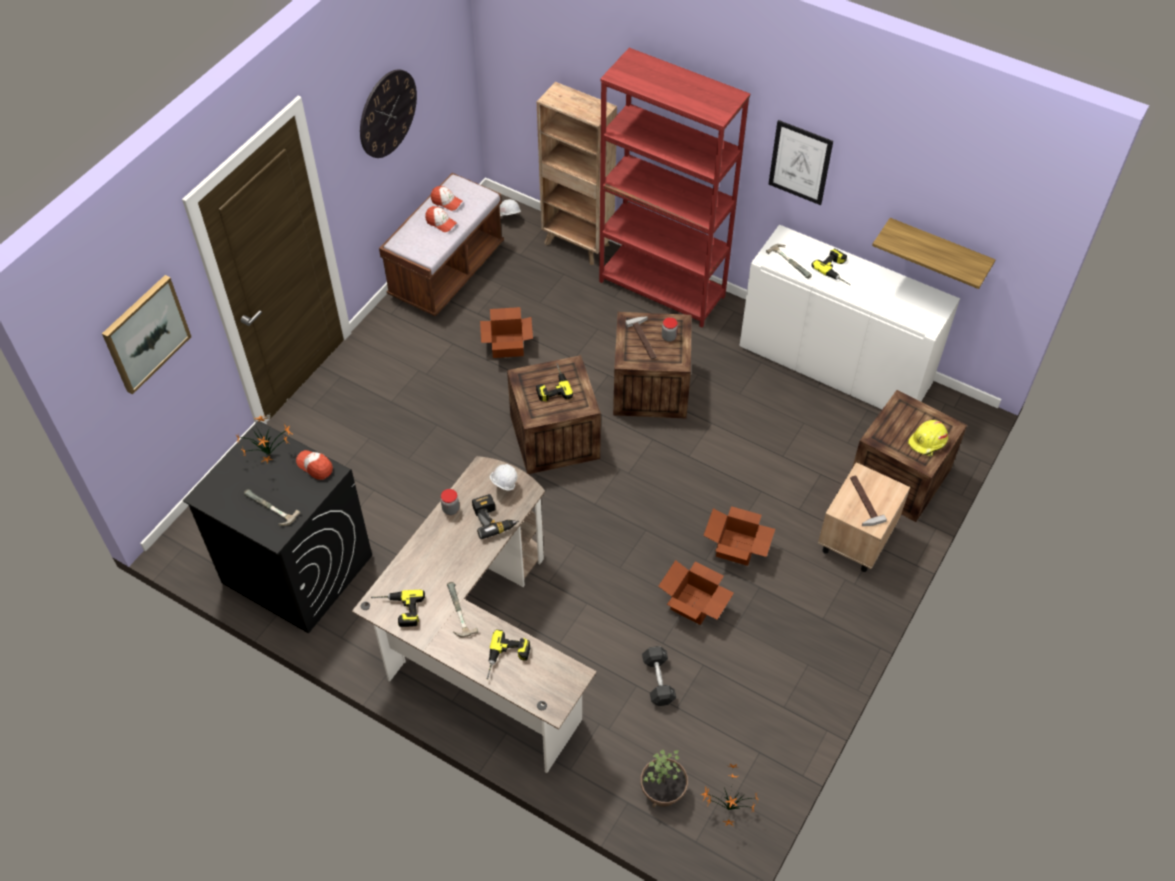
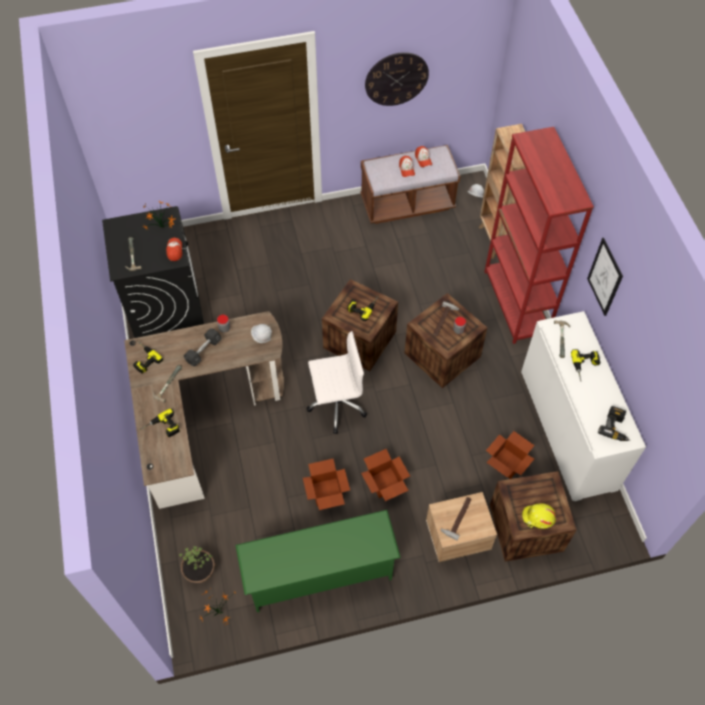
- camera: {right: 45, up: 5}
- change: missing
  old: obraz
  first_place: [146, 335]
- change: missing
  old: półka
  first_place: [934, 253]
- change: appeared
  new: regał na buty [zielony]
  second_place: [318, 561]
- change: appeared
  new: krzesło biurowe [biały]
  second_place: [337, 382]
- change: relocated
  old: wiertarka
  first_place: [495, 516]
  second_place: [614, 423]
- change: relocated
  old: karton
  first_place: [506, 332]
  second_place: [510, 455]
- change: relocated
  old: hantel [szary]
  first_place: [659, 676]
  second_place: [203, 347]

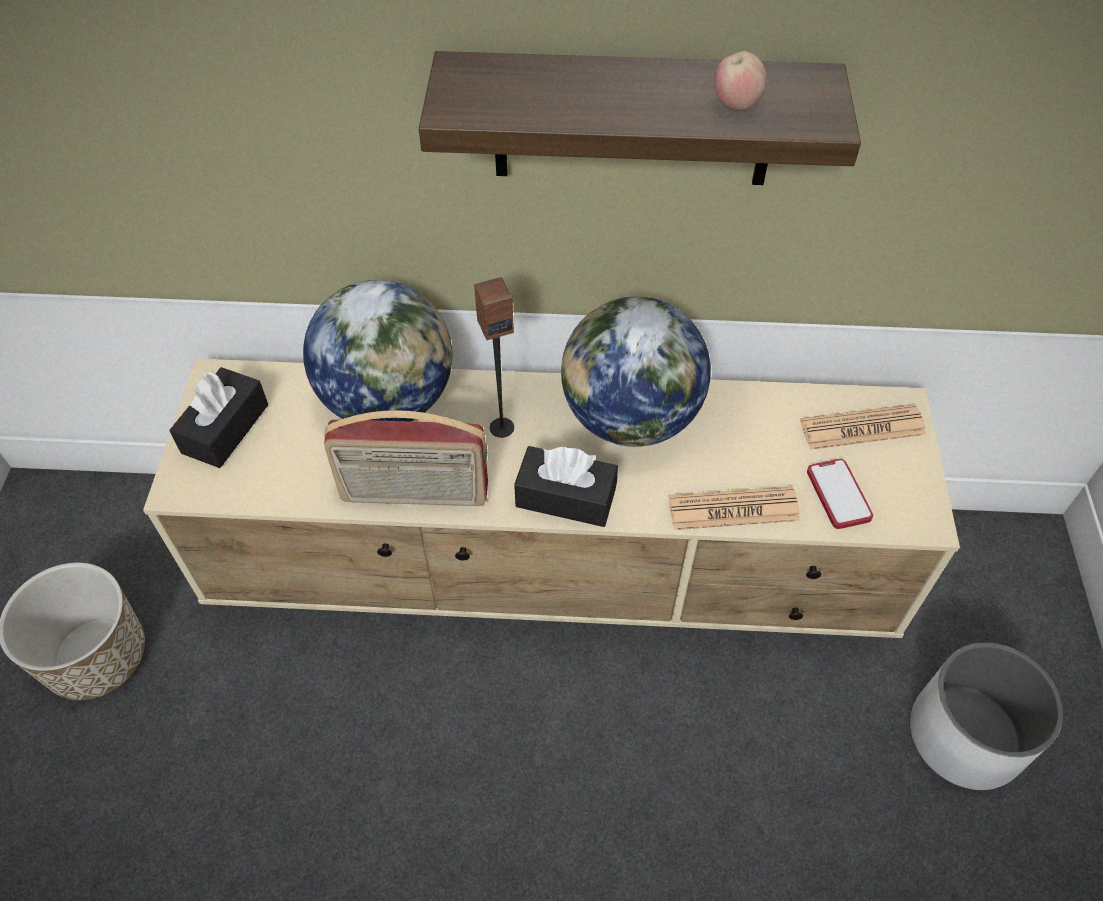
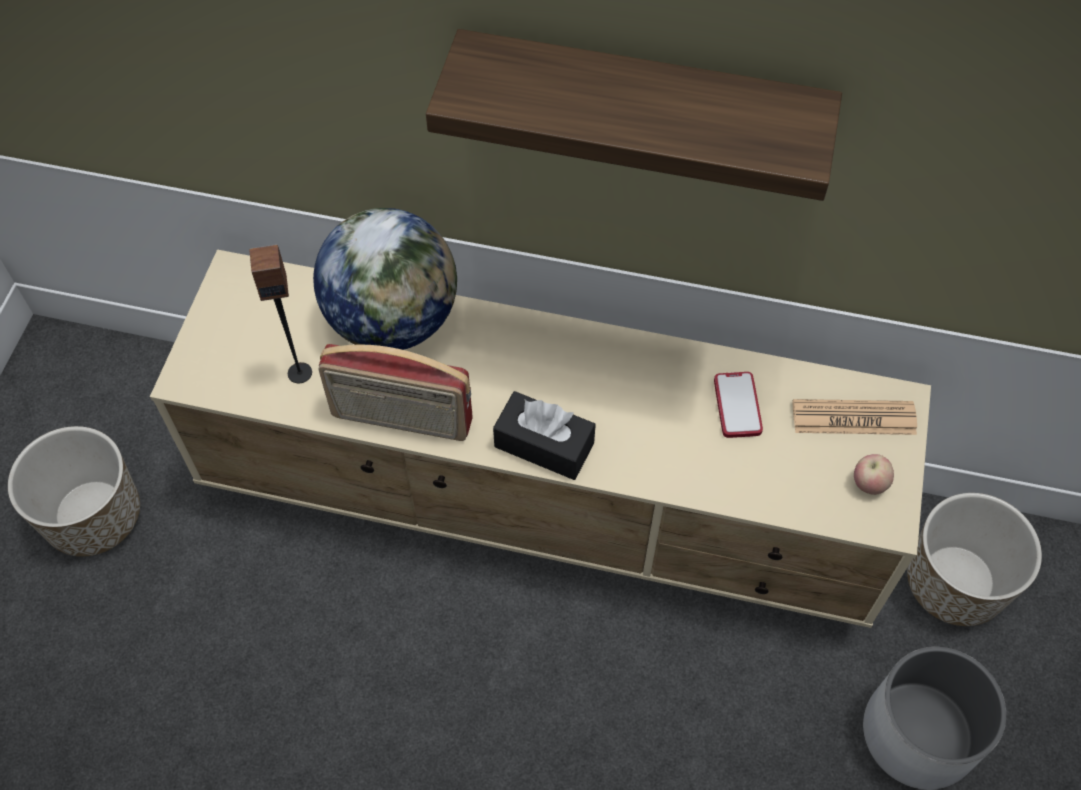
- camera: {right: 10, up: 5}
- change: missing
  old: pudełko chusteczek [czarny]
  first_place: [218, 417]
- change: missing
  old: globus
  first_place: [636, 371]
- change: missing
  old: gazeta
  first_place: [734, 508]
- change: appeared
  new: donica
  second_place: [974, 559]
- change: relocated
  old: głośnik
  first_place: [494, 357]
  second_place: [280, 313]
- change: relocated
  old: jabłko
  first_place: [740, 81]
  second_place: [874, 474]
- change: relocated
  old: telefon
  first_place: [840, 494]
  second_place: [738, 405]

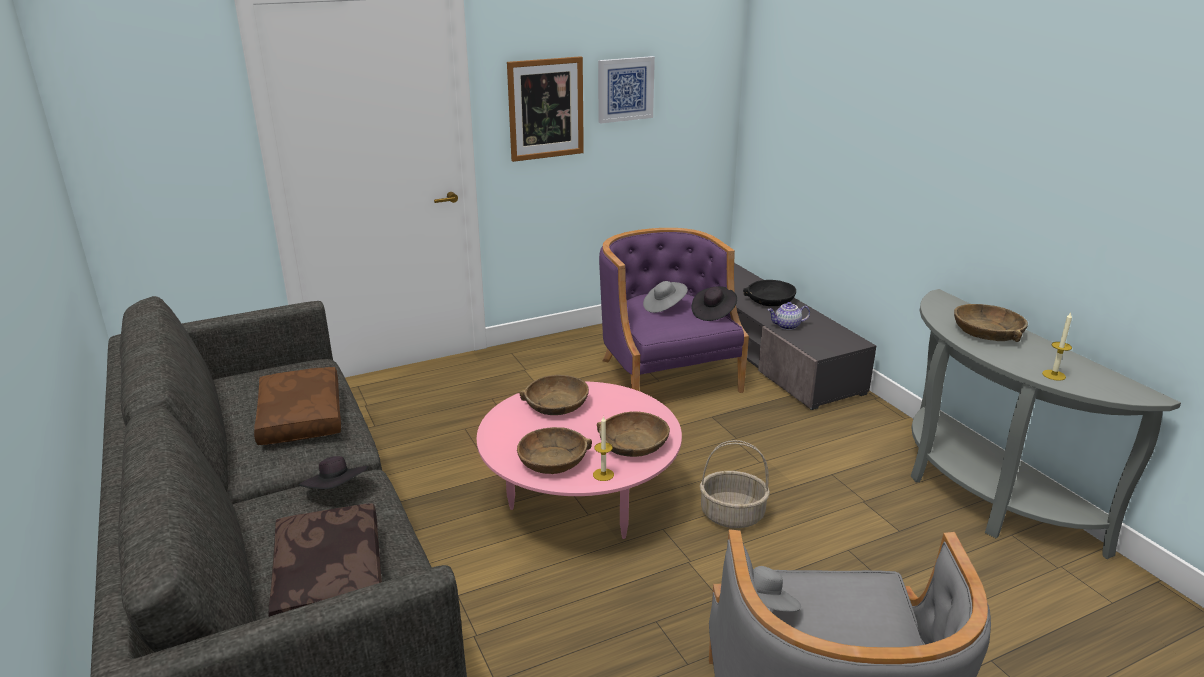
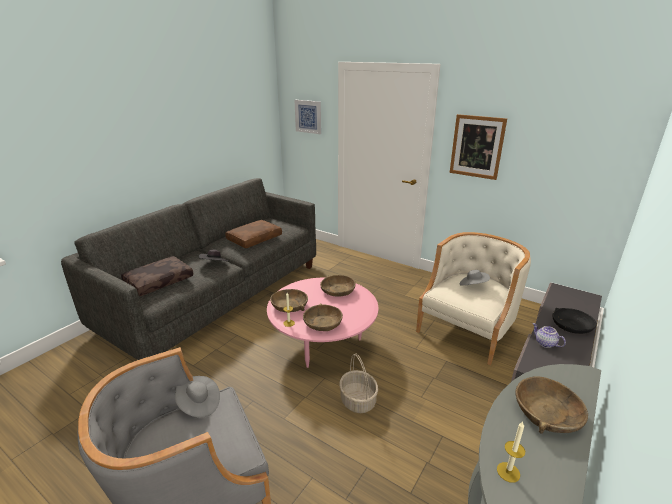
- camera: {right: 60, up: 0}
- change: missing
  old: kapelusz [czarny]
  first_place: [714, 303]
- change: relocated
  old: obraz
  first_place: [626, 90]
  second_place: [307, 117]
- change: colour
  old: fotel [fioletowy]
  new: fotel [beżowy]
  first_place: [674, 310]
  second_place: [473, 298]

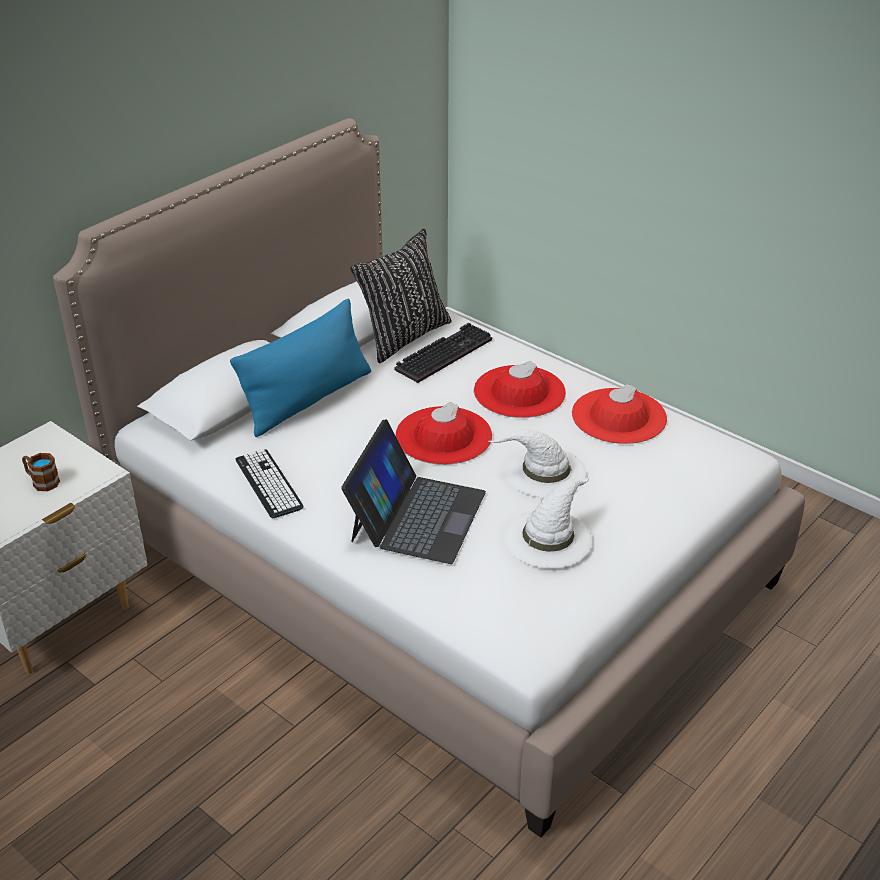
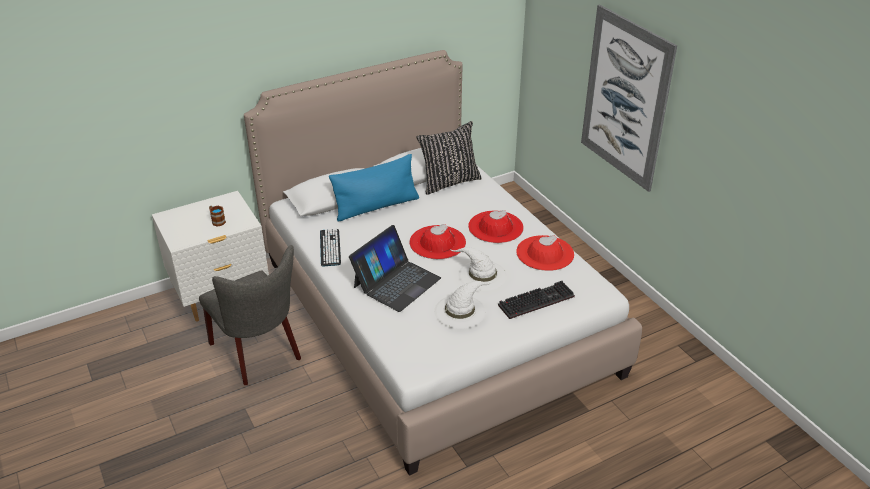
- camera: {right: 20, up: 0}
- change: appeared
  new: krzesło [szary]
  second_place: [250, 315]
- change: appeared
  new: obraz
  second_place: [629, 98]
- change: relocated
  old: klawiatura
  first_place: [443, 353]
  second_place: [536, 300]

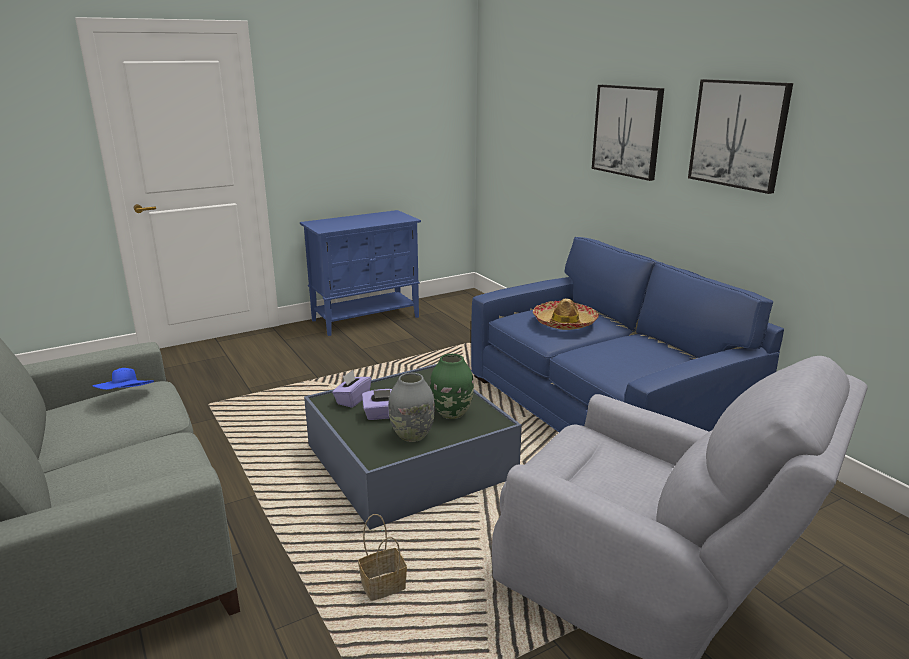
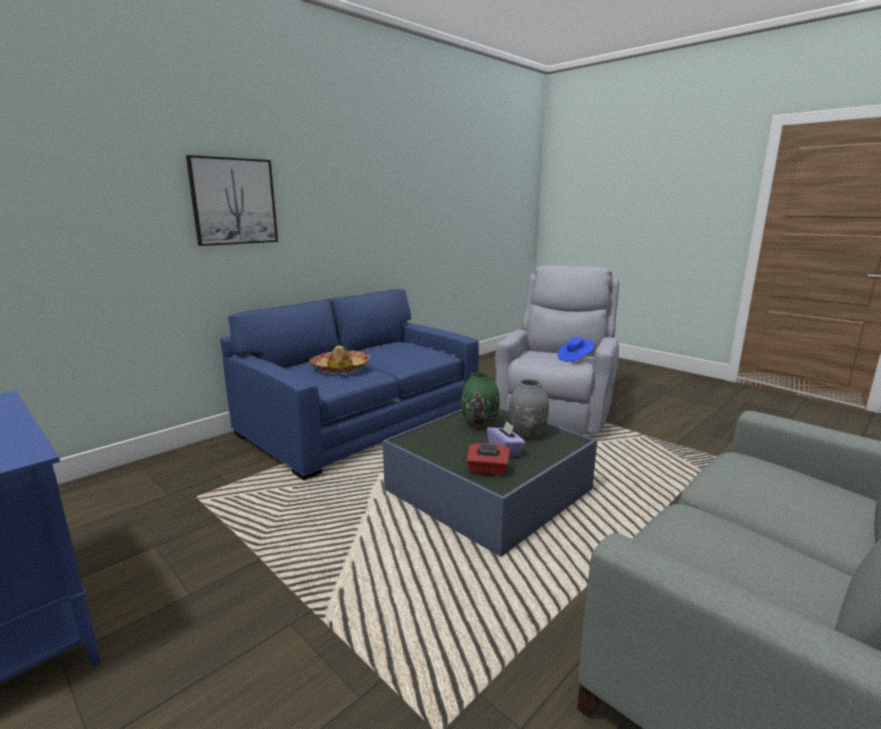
- camera: {right: -105, up: -5}
- change: missing
  old: koszyk
  first_place: [382, 557]
- change: missing
  old: obraz
  first_place: [740, 136]
- change: relocated
  old: kapelusz [niebieski]
  first_place: [123, 379]
  second_place: [576, 349]
- change: colour
  old: pudełko chusteczek [fioletowy]
  new: pudełko chusteczek [czerwony]
  first_place: [351, 389]
  second_place: [488, 459]

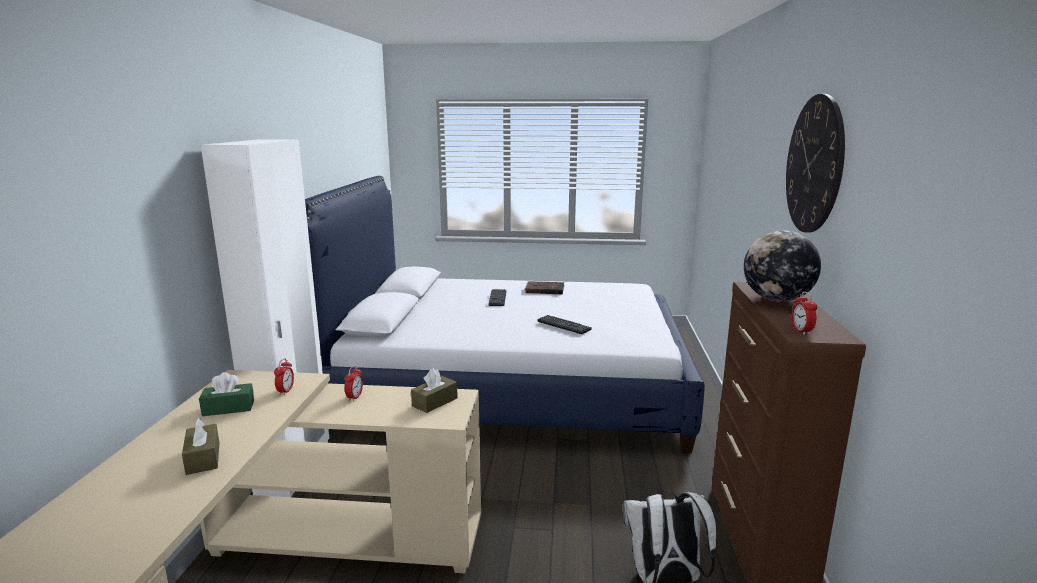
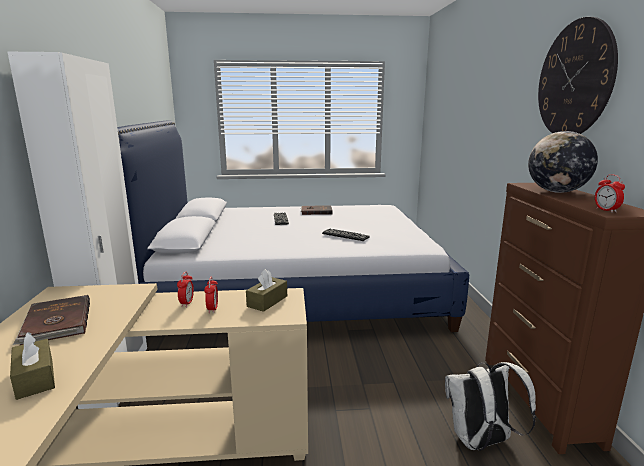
- camera: {right: -10, up: 0}
- change: relocated
  old: budzik
  first_place: [284, 376]
  second_place: [211, 295]
- change: exchanged
  old: pudełko chusteczek [zielony]
  new: książka [brązowy]
  first_place: [226, 394]
  second_place: [51, 320]

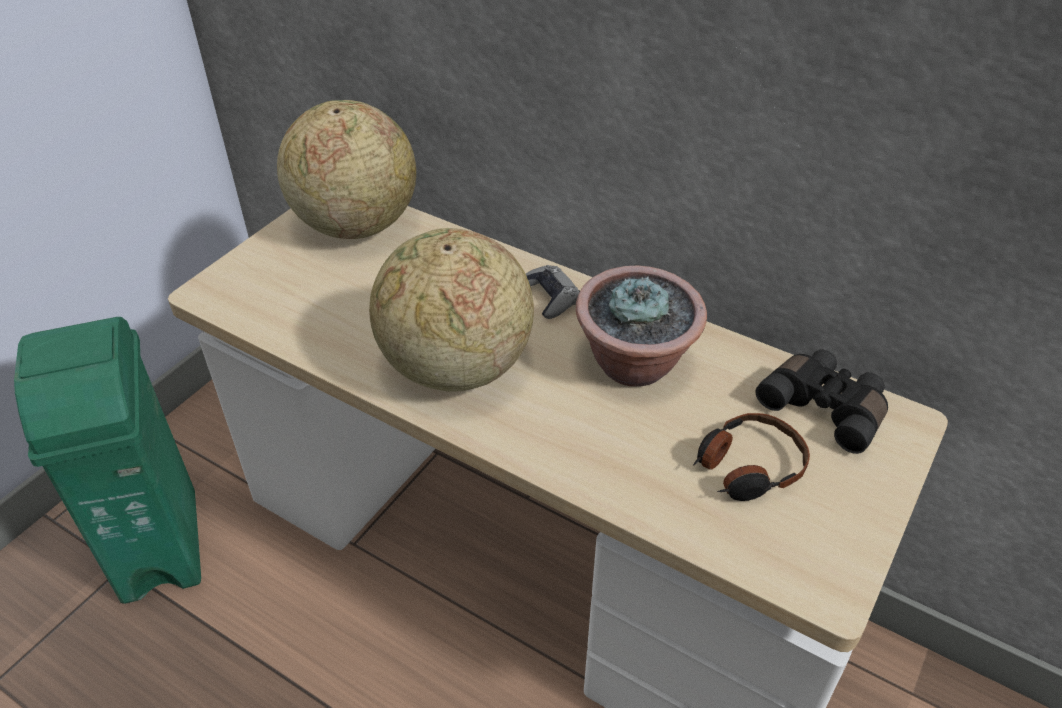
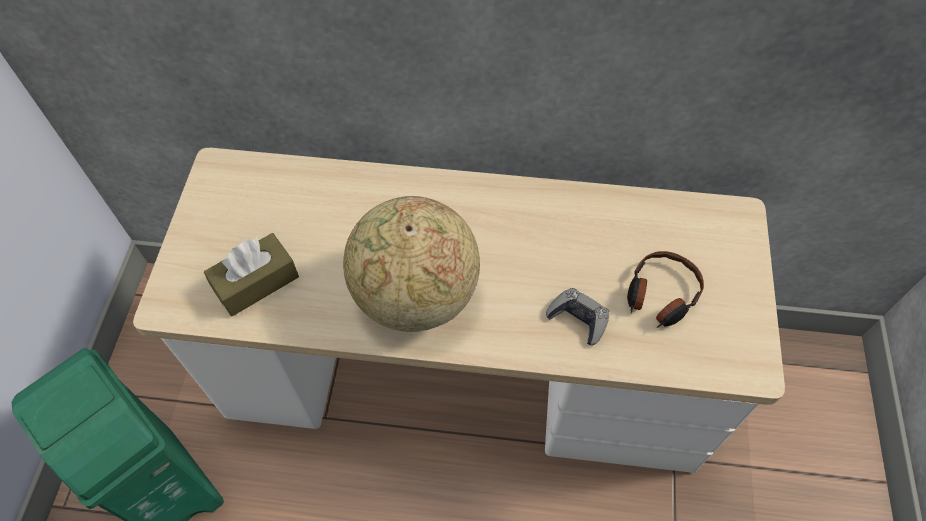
- camera: {right: -25, up: 15}
- change: missing
  old: globus
  first_place: [346, 169]
- change: missing
  old: roślina doniczkowa
  first_place: [641, 326]
- change: missing
  old: lornetka [czarny]
  first_place: [821, 402]
- change: appeared
  new: pudełko chusteczek [brązowy]
  second_place: [251, 274]
- change: relocated
  old: pad do gier [szary]
  first_place: [553, 292]
  second_place: [577, 316]

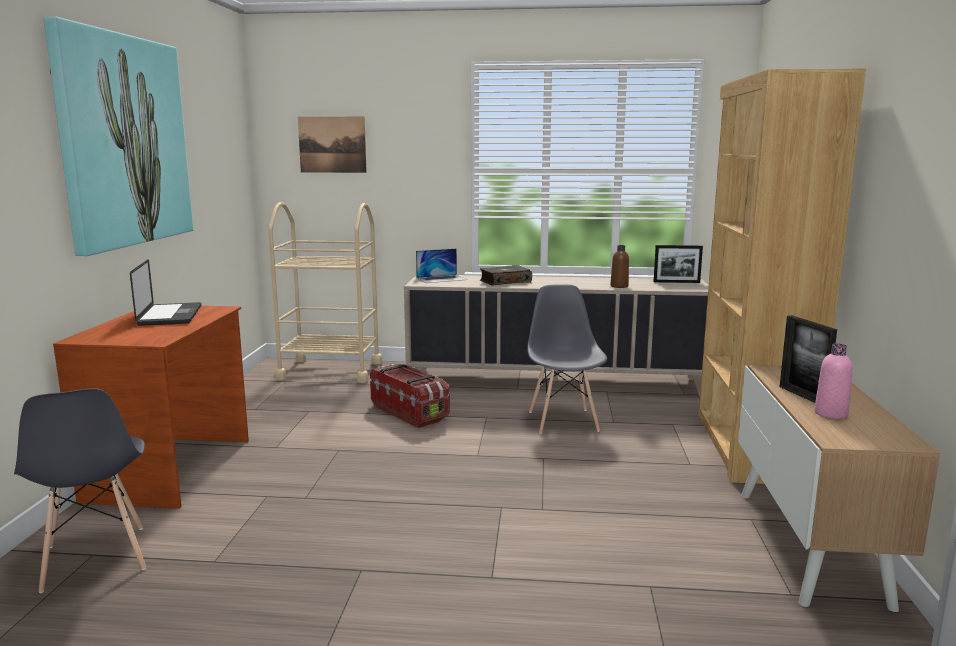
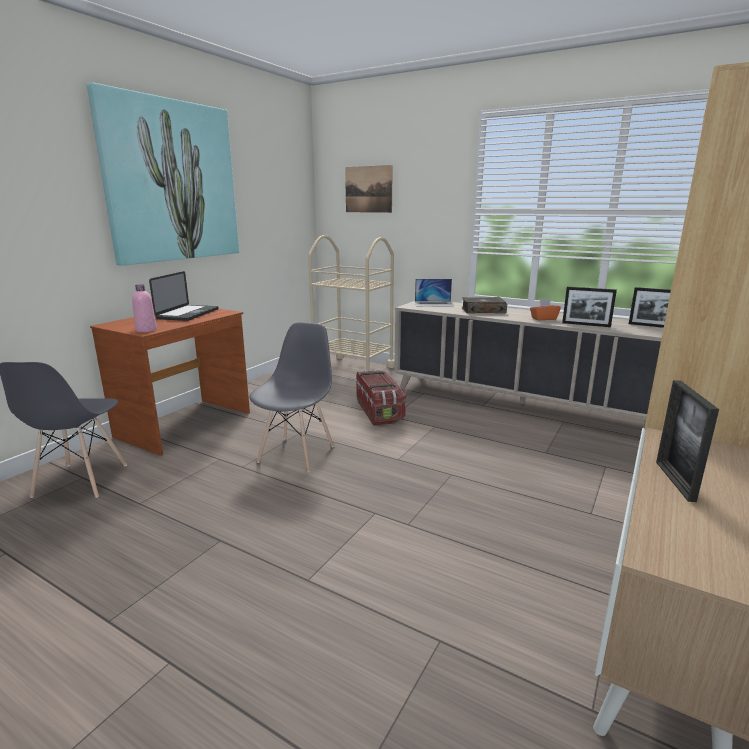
- camera: {right: 25, up: 5}
- change: appeared
  new: pudełko chusteczek [pomarańczowy]
  second_place: [545, 309]
- change: relocated
  old: krzesło [szary]
  first_place: [567, 359]
  second_place: [291, 397]
- change: relocated
  old: butelka [różowy]
  first_place: [833, 381]
  second_place: [144, 308]
- change: exchanged
  old: butelka [brązowy]
  new: ramka na zdjęcie
  first_place: [619, 266]
  second_place: [589, 307]

